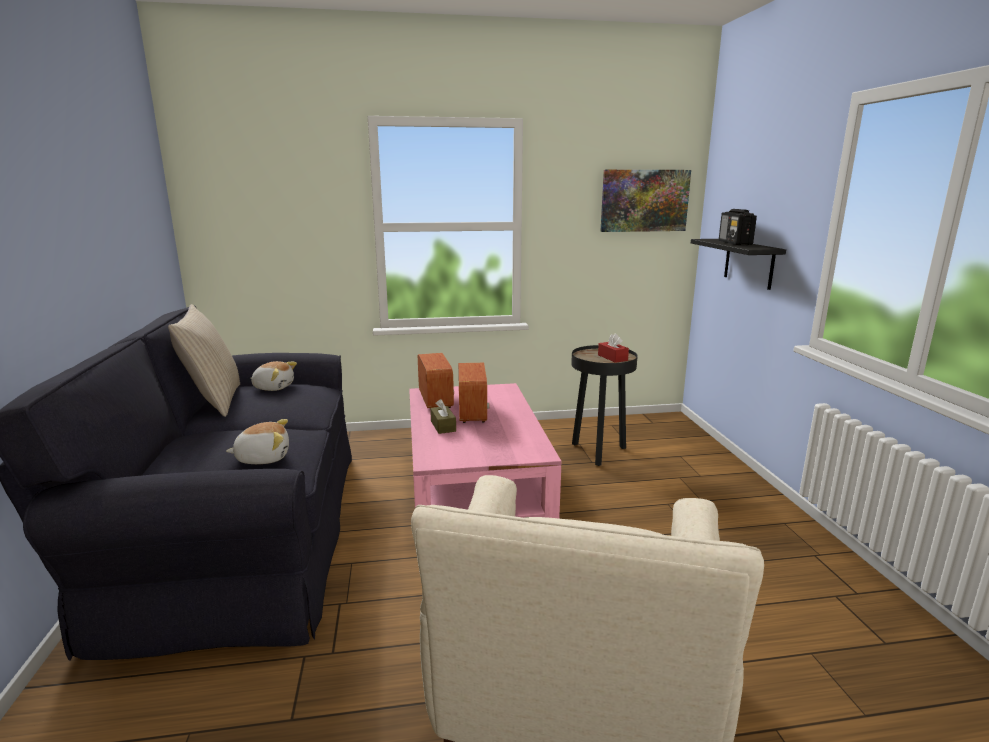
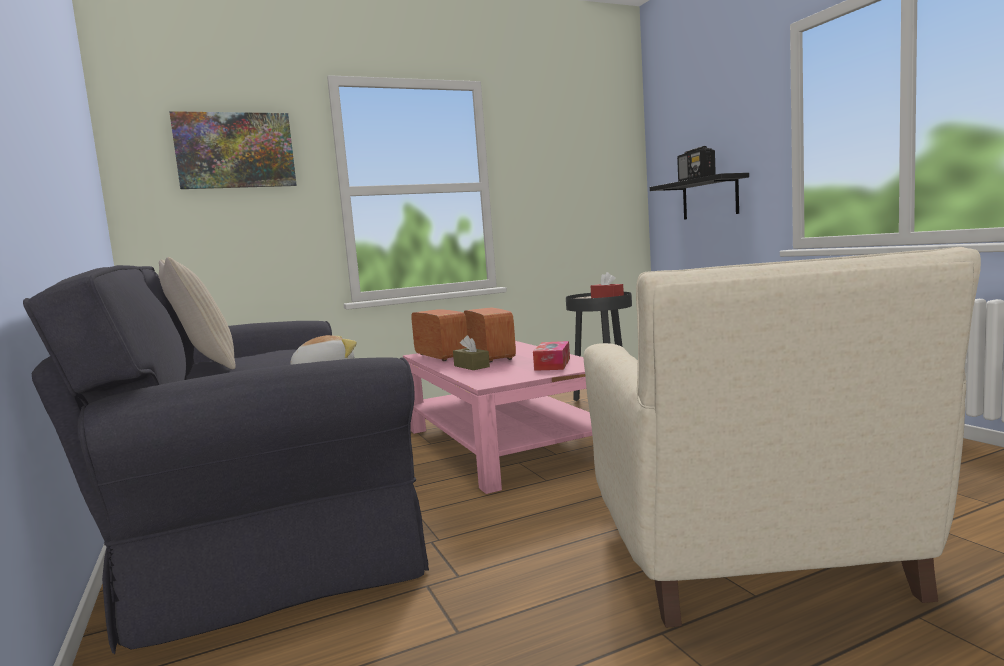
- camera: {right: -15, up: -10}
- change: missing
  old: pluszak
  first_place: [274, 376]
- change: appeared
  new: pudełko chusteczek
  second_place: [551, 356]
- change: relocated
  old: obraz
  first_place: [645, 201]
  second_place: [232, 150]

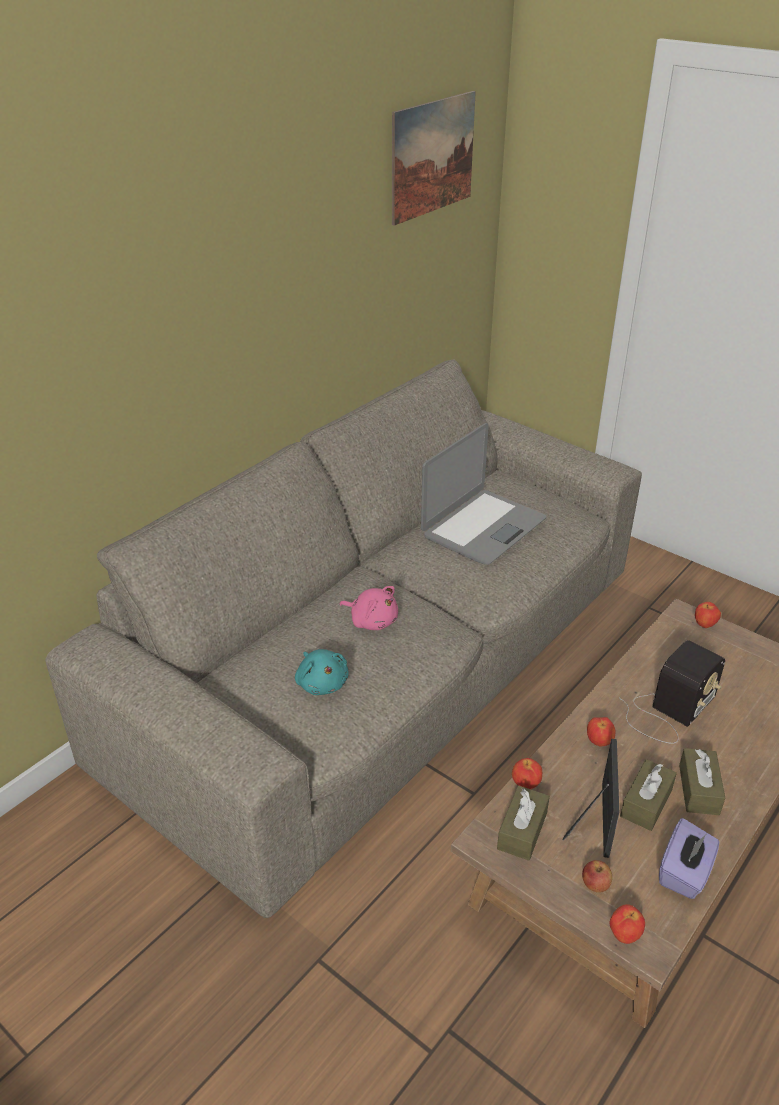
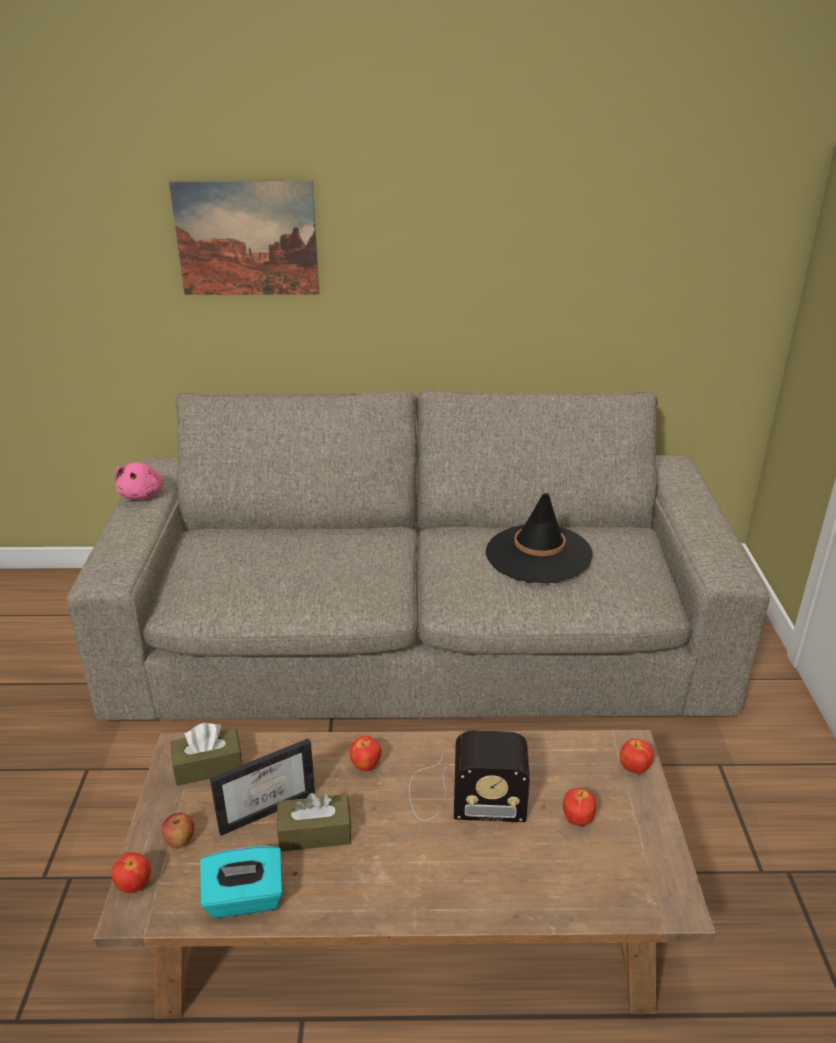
- camera: {right: 50, up: -5}
- change: missing
  old: pluszak [turkusowy]
  first_place: [322, 672]
- change: missing
  old: pudełko chusteczek [brązowy]
  first_place: [702, 781]
- change: relocated
  old: pluszak [różowy]
  first_place: [368, 608]
  second_place: [138, 481]
- change: relocated
  old: obraz
  first_place: [434, 158]
  second_place: [244, 238]
- change: relocated
  old: jabłko
  first_place: [527, 773]
  second_place: [579, 807]
- change: exchanged
  old: laptop
  new: kapelusz [czarny]
  first_place: [483, 494]
  second_place: [539, 538]
- change: colour
  old: pudełko chusteczek [fioletowy]
  new: pudełko chusteczek [turkusowy]
  first_place: [689, 858]
  second_place: [241, 882]

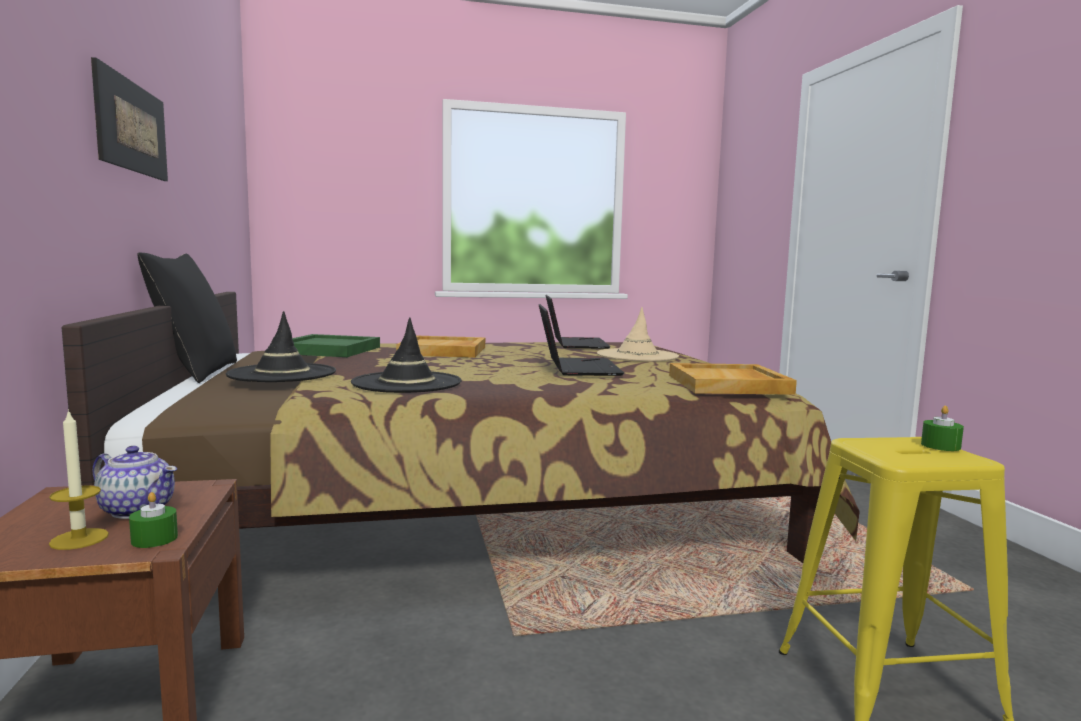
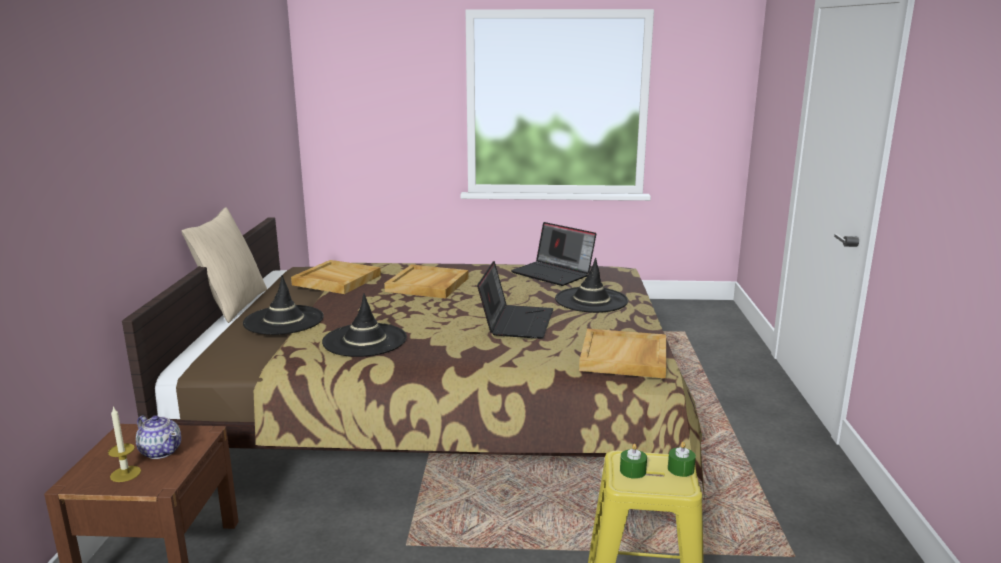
- camera: {right: 15, up: 10}
- change: missing
  old: obraz
  first_place: [129, 119]
- change: relocated
  old: świeca [zielony]
  first_place: [153, 520]
  second_place: [633, 461]
- change: colour
  old: poduszka [czarny]
  new: poduszka [beżowy]
  first_place: [187, 318]
  second_place: [224, 265]
- change: colour
  old: taca [zielony]
  new: taca [beżowy]
  first_place: [336, 345]
  second_place: [336, 277]
- change: colour
  old: kapelusz [beżowy]
  new: kapelusz [czarny]
  first_place: [638, 334]
  second_place: [591, 285]
- change: spun
  old: laptop
  first_place: [578, 322]
  second_place: [553, 254]
  degrees: 120

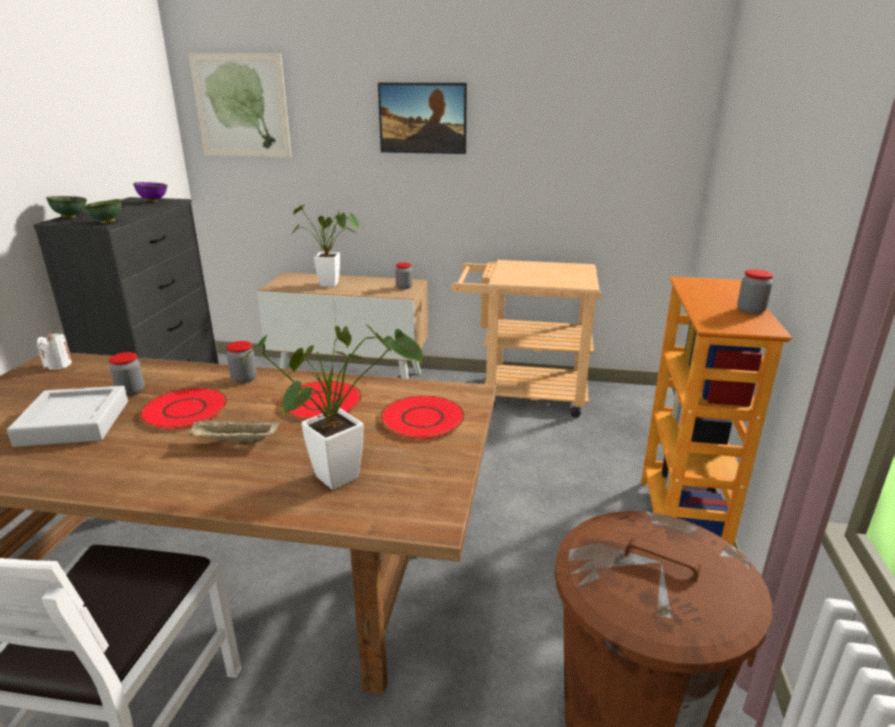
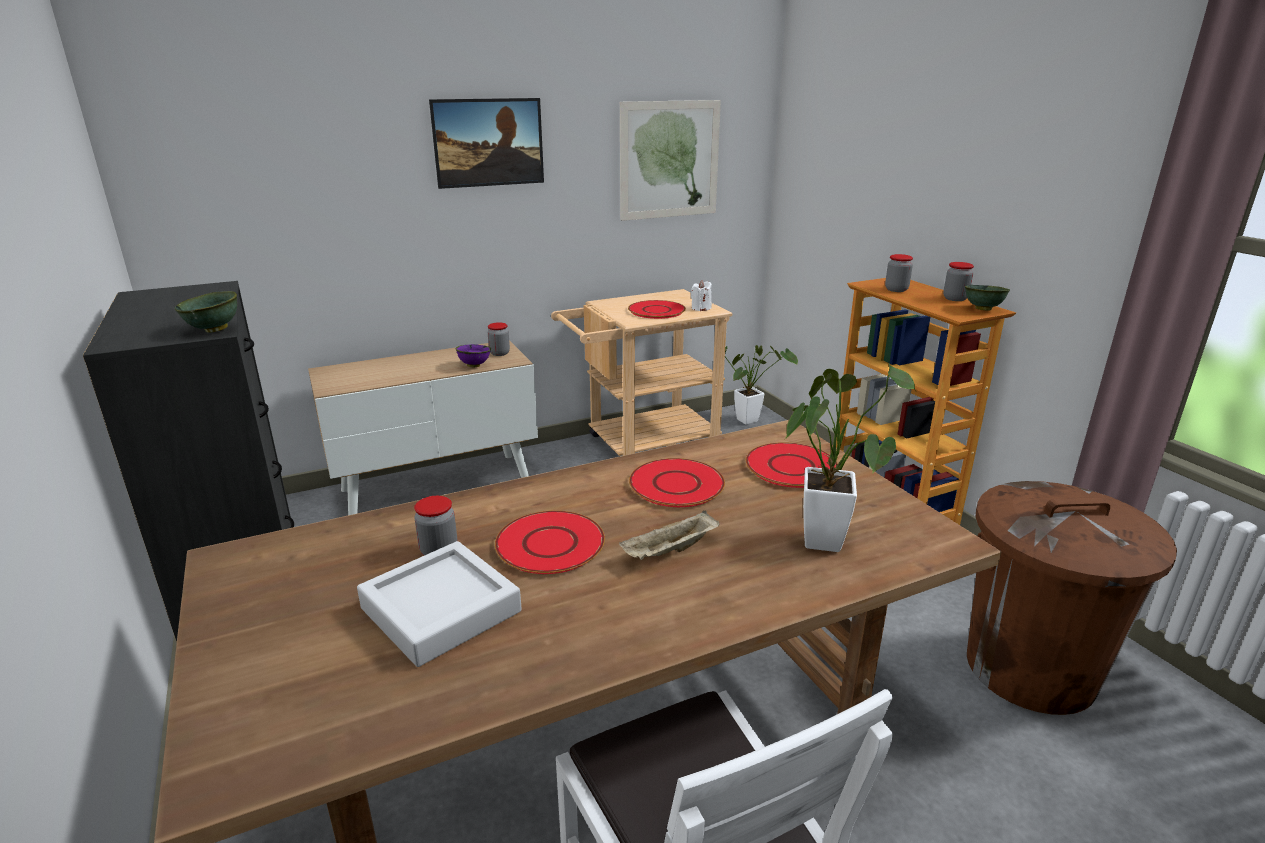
- camera: {right: -35, up: 0}
- change: appeared
  new: talerz [czerwony]
  second_place: [657, 309]
- change: relocated
  old: świeca [biały]
  first_place: [54, 351]
  second_place: [701, 296]
- change: relocated
  old: miska [zielony]
  first_place: [66, 207]
  second_place: [987, 297]
- change: relocated
  old: miska [fioletowy]
  first_place: [150, 192]
  second_place: [473, 356]
- change: relocated
  old: obraz
  first_place: [240, 105]
  second_place: [670, 160]
- change: relocated
  old: słoik
  first_place: [241, 362]
  second_place: [899, 273]
- change: relocated
  old: roślina doniczkowa
  first_place: [326, 246]
  second_place: [761, 385]

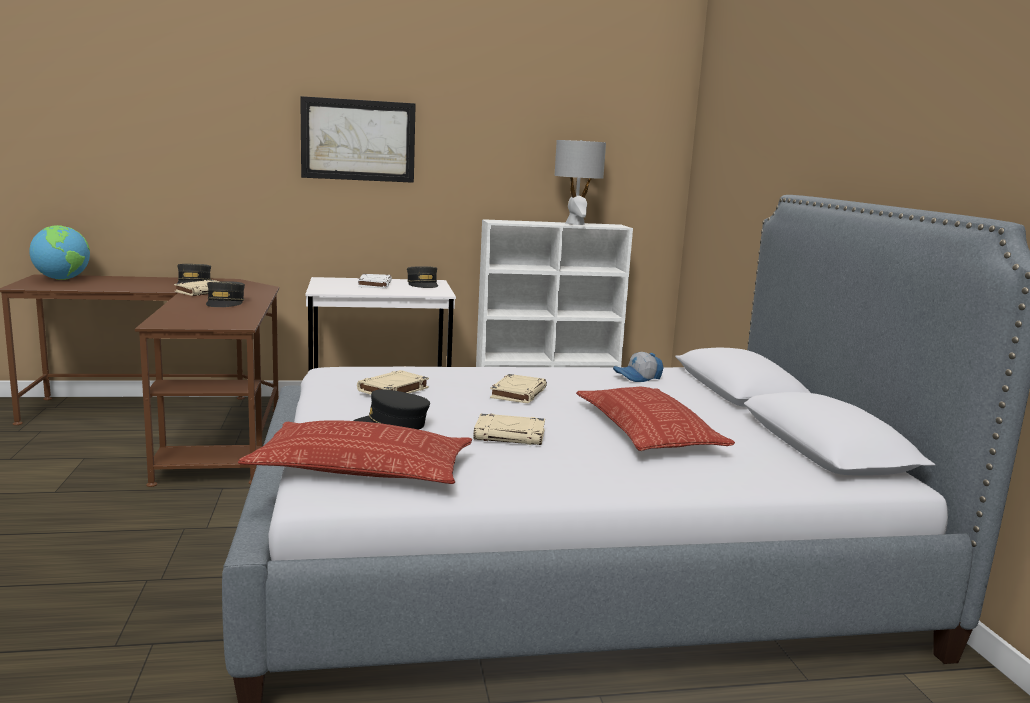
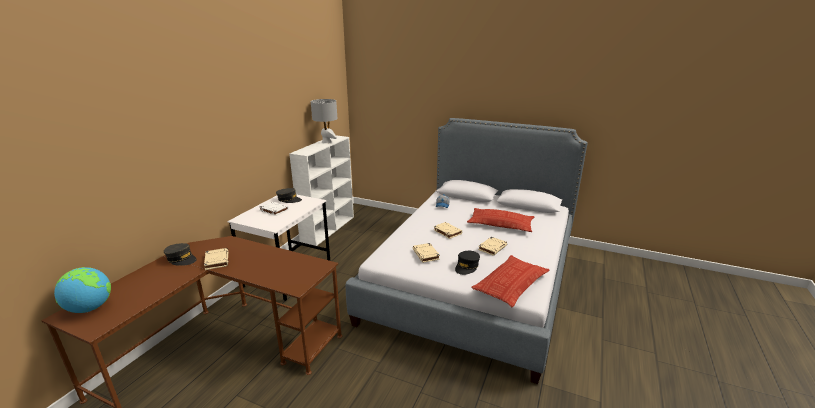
- camera: {right: -55, up: 10}
- change: missing
  old: czapka z daszkiem [szary]
  first_place: [225, 294]
- change: missing
  old: obraz
  first_place: [358, 139]

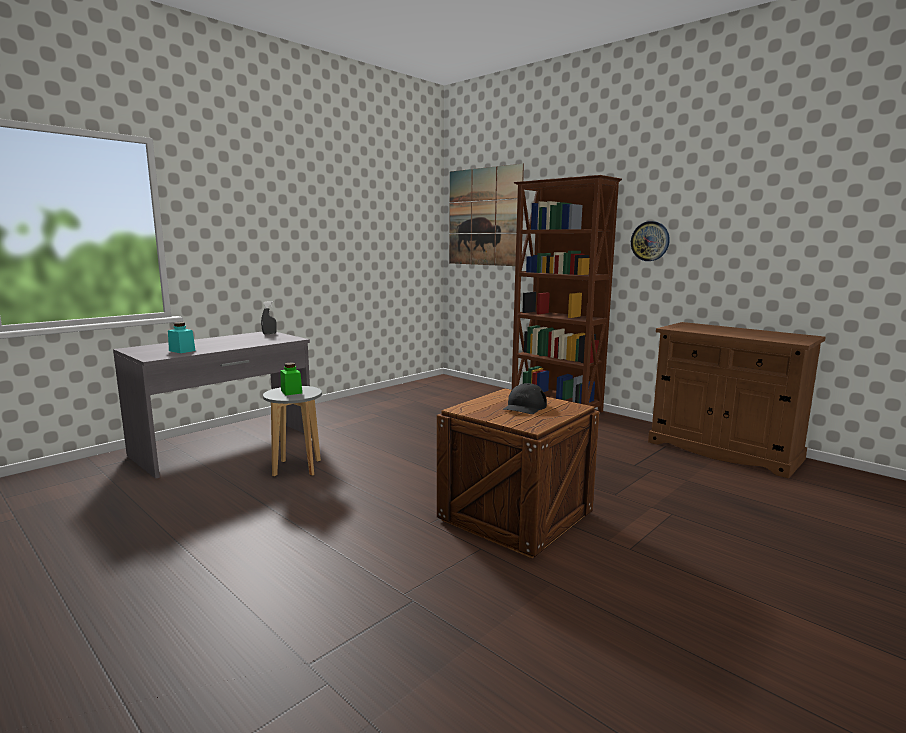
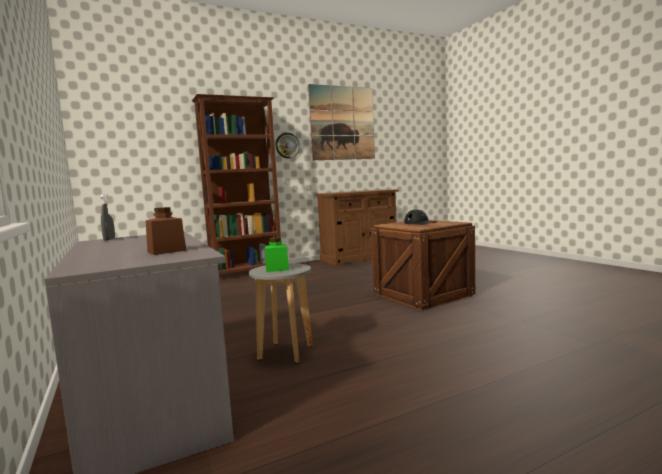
- camera: {right: -70, up: -5}
- change: relocated
  old: obraz
  first_place: [486, 214]
  second_place: [341, 122]
- change: colour
  old: słoik [turkusowy]
  new: słoik [brązowy]
  first_place: [182, 337]
  second_place: [165, 231]

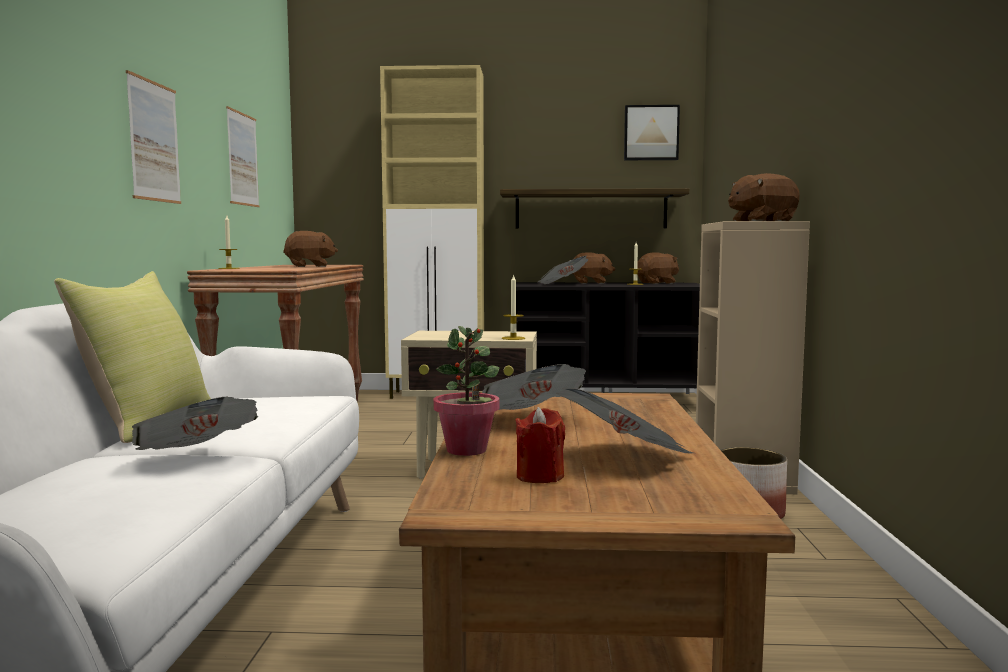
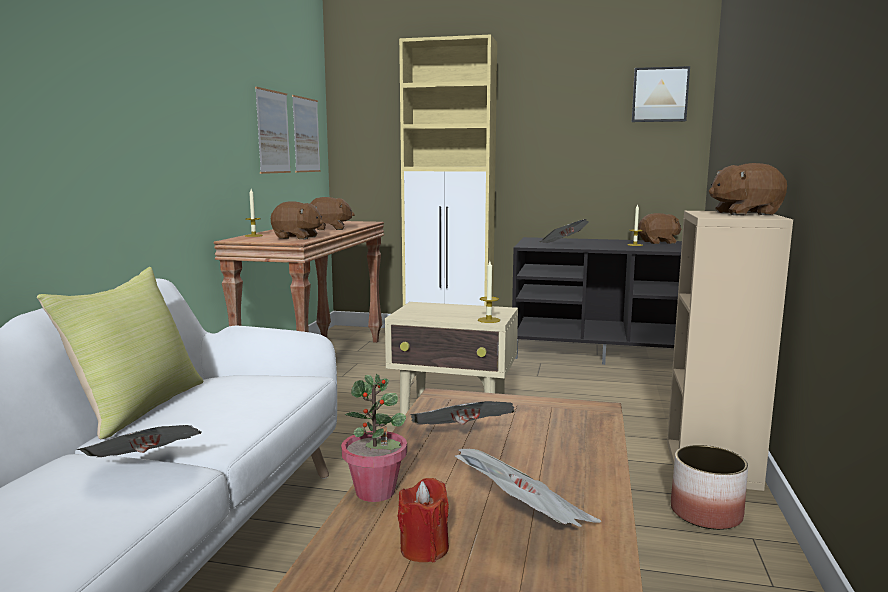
- camera: {right: 10, up: 5}
- change: missing
  old: półka
  first_place: [594, 208]
- change: relocated
  old: obraz
  first_place: [153, 137]
  second_place: [306, 133]
- change: relocated
  old: pluszak [brązowy]
  first_place: [593, 268]
  second_place: [297, 220]

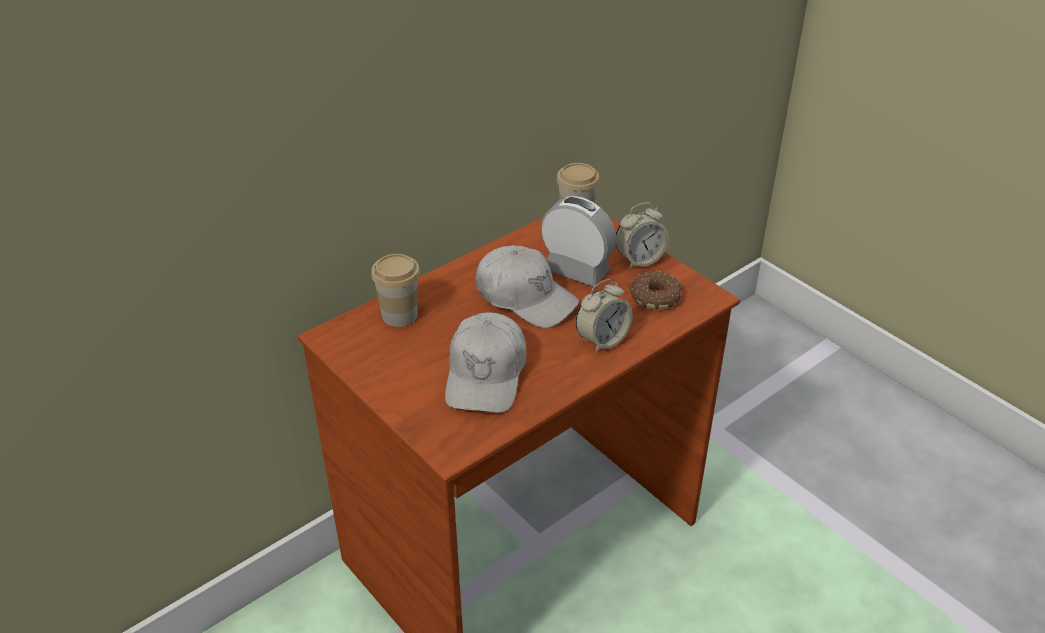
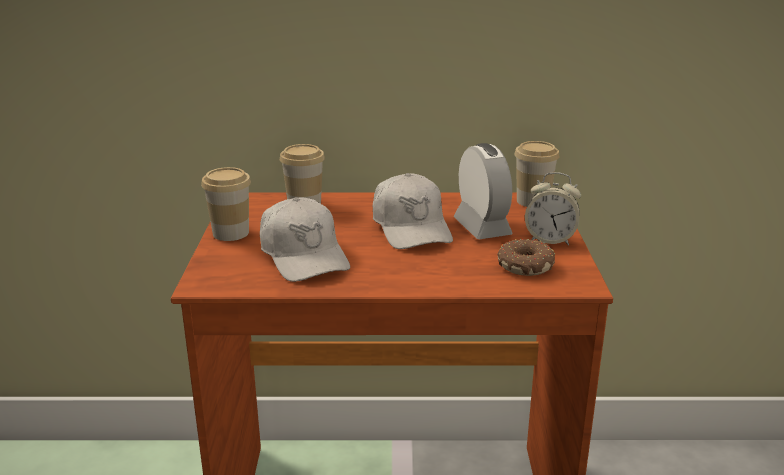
- camera: {right: 40, up: -15}
- change: missing
  old: budzik
  first_place: [604, 316]
- change: appeared
  new: filiżanka
  second_place: [226, 204]
- change: spun
  old: czapka z daszkiem [biały]
  first_place: [485, 362]
  second_place: [305, 239]
  degrees: -75

